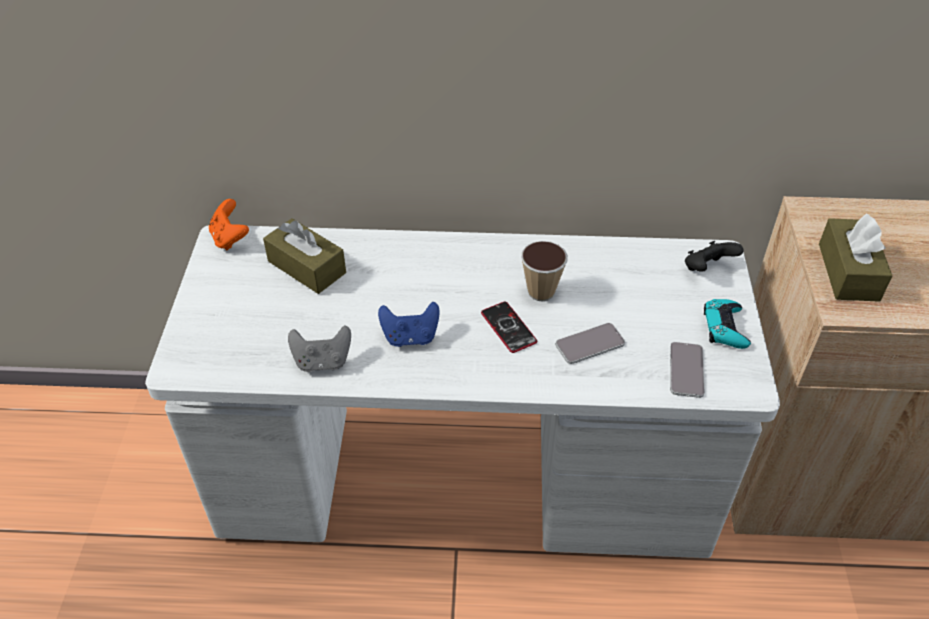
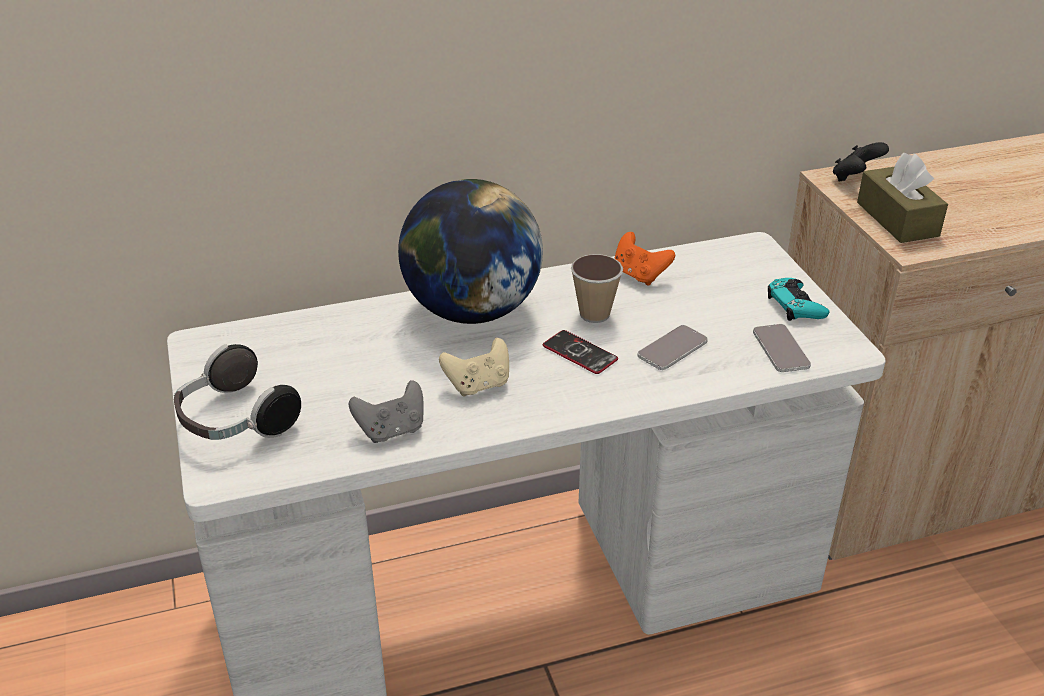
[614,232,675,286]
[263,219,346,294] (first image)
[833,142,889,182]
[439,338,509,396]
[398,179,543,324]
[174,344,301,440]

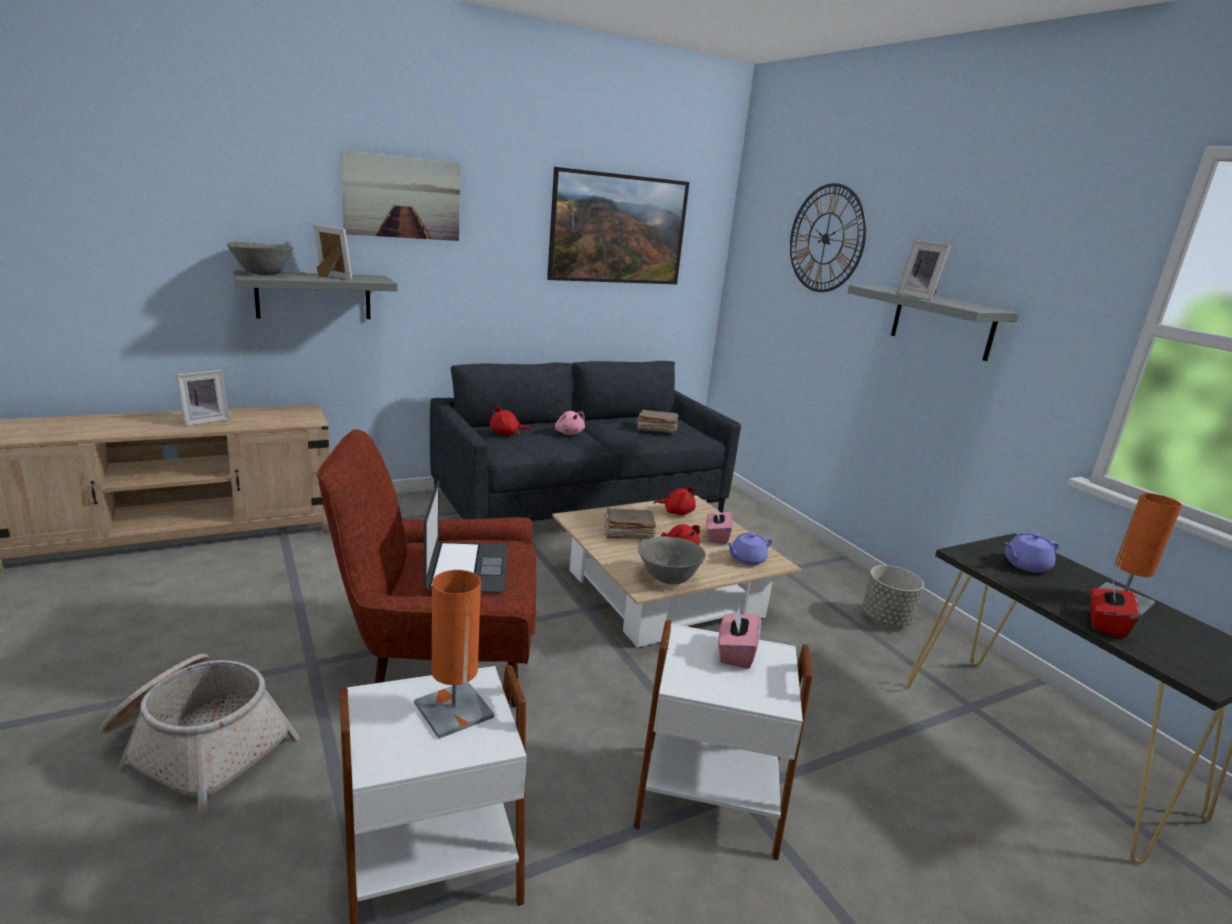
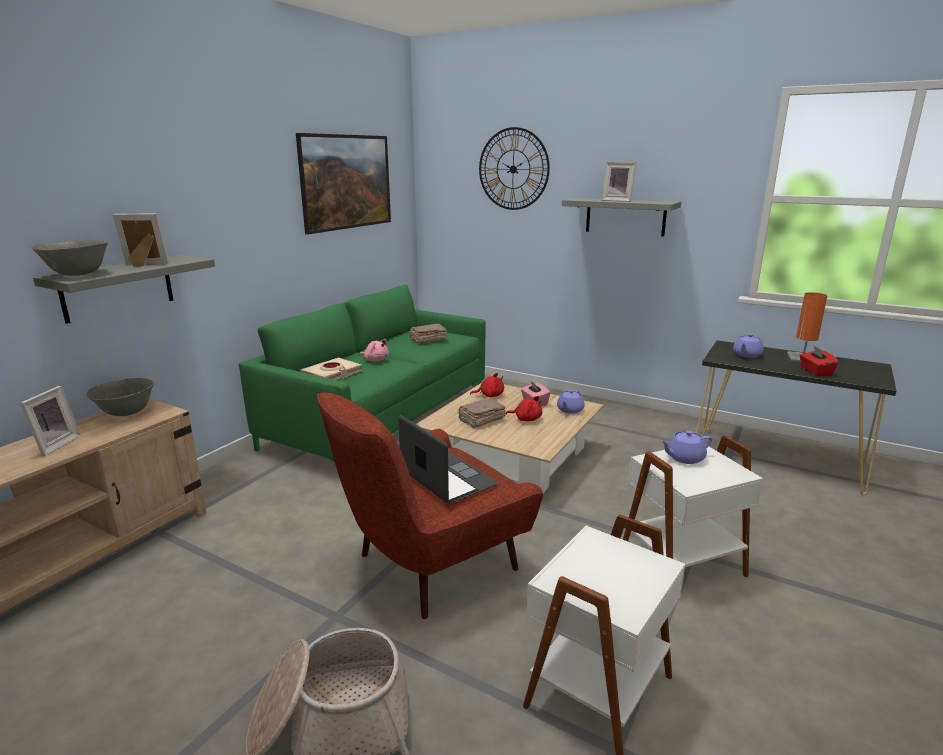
[341,150,460,241] (first image)
[239,285,486,461]
[300,358,362,380]
[86,378,154,416]
[862,565,924,627] (first image)
[414,570,494,739] (first image)
[660,430,712,464]

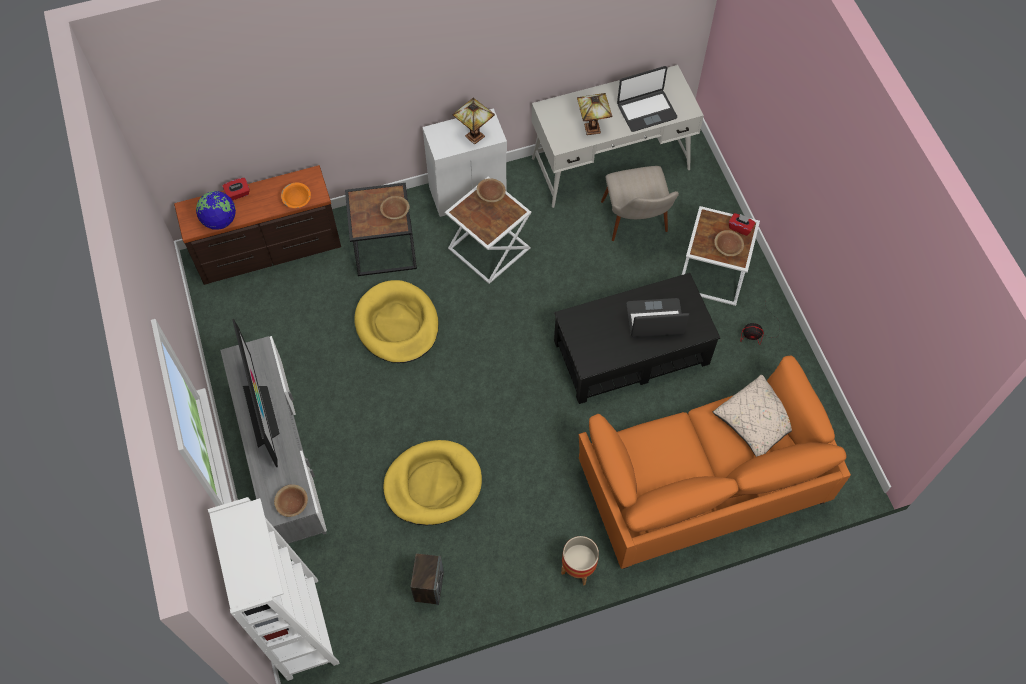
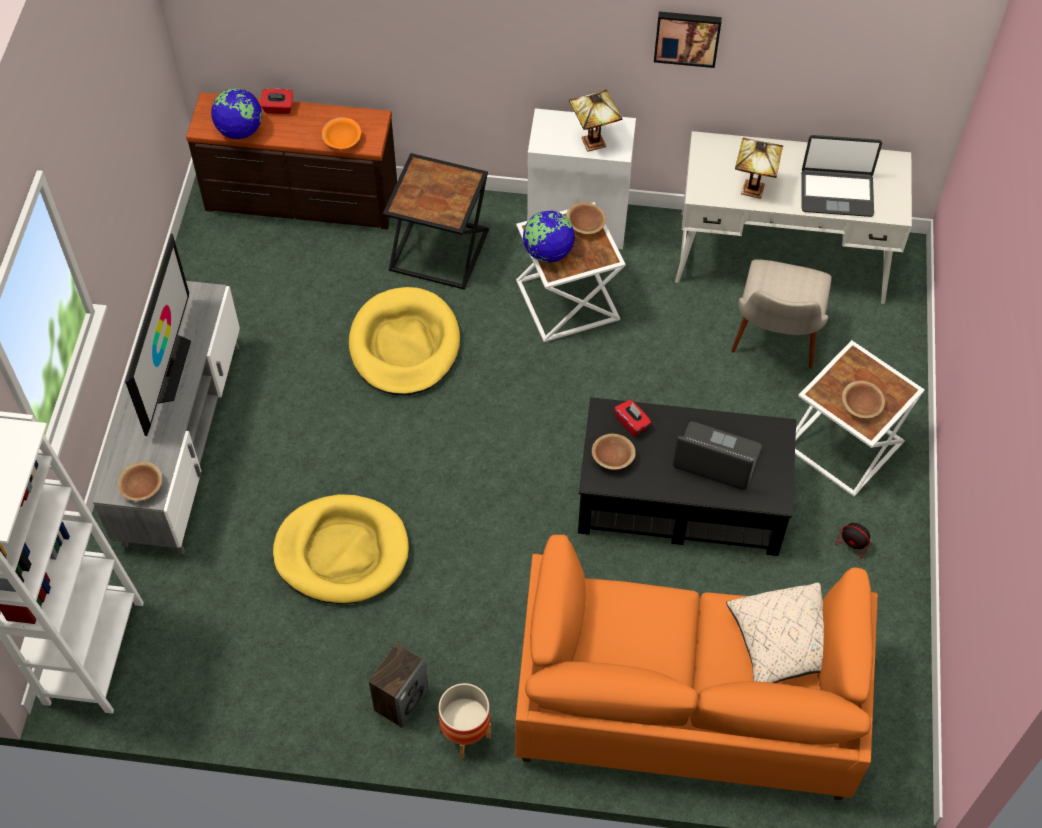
[592,434,636,470]
[614,400,651,436]
[369,644,429,728]
[654,12,722,68]
[523,211,575,263]

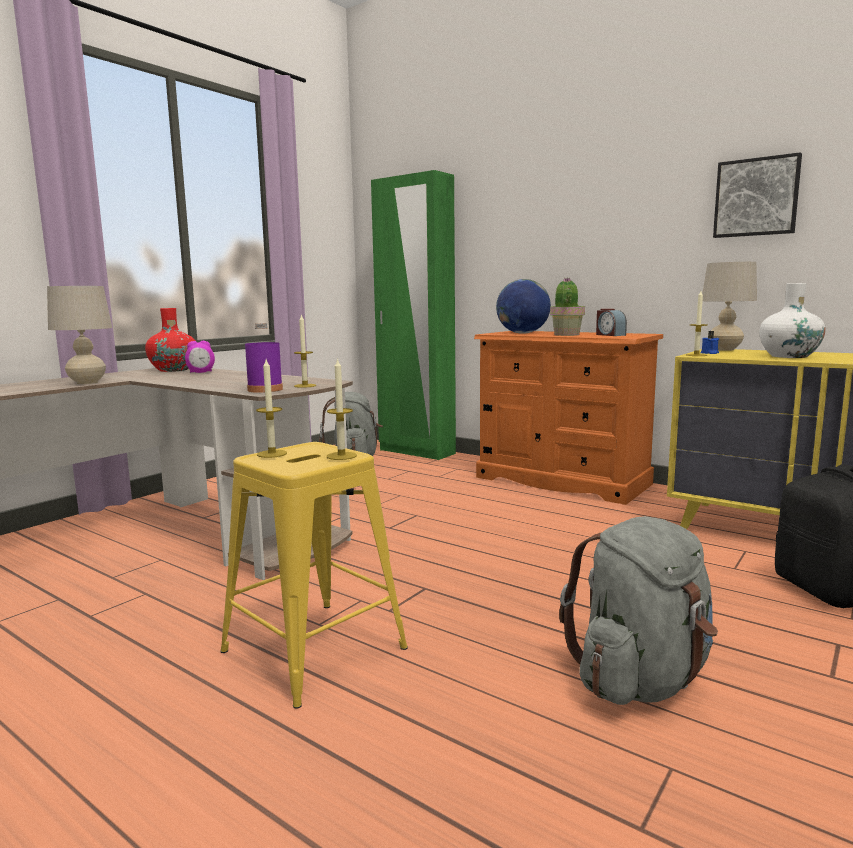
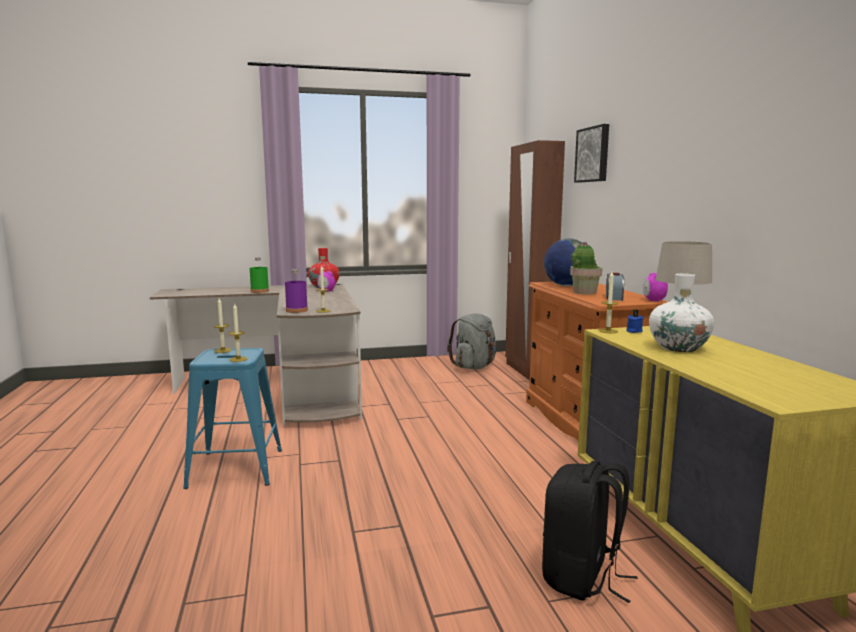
[574,124,609,183]
[505,140,565,381]
[250,257,269,293]
[183,348,282,489]
[559,516,718,705] (first image)
[643,273,668,302]

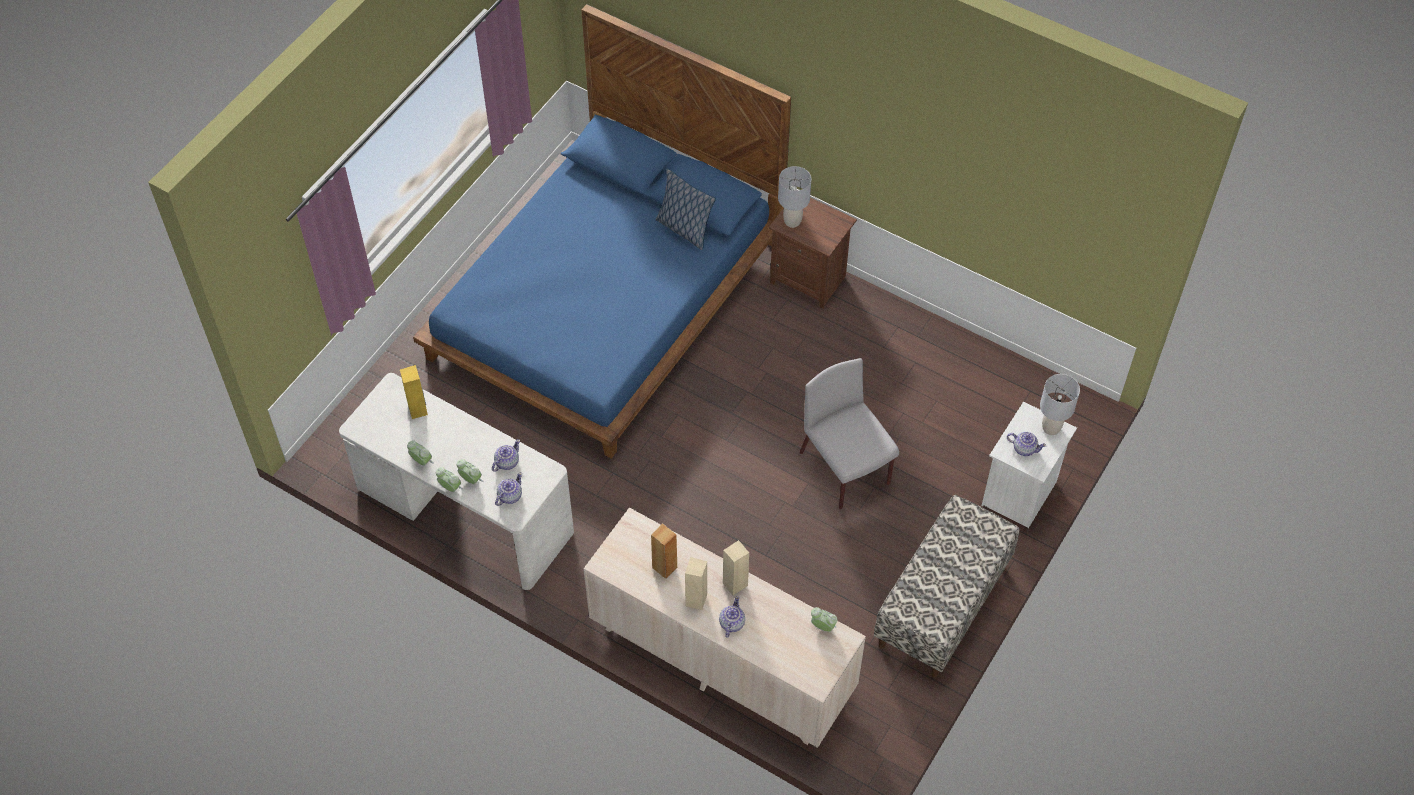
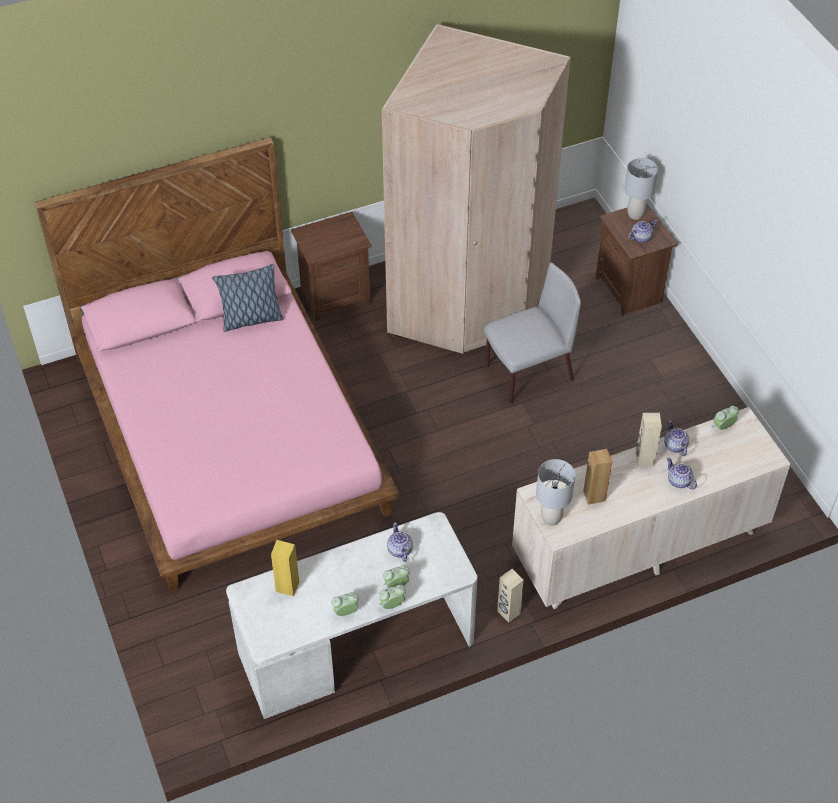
[34,137,399,592]
[536,459,575,525]
[484,263,581,404]
[596,203,678,316]
[664,420,689,456]
[874,495,1020,677] (first image)
[497,569,524,623]
[382,24,571,354]

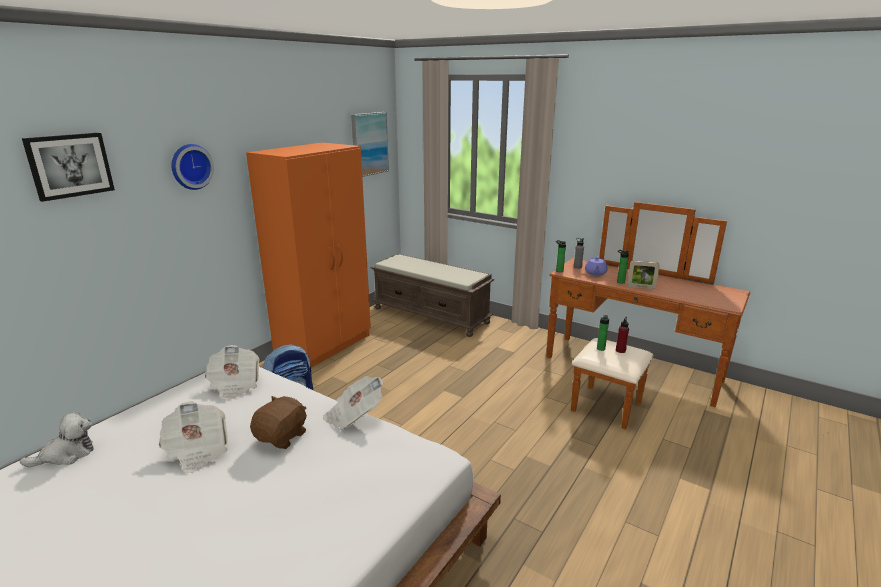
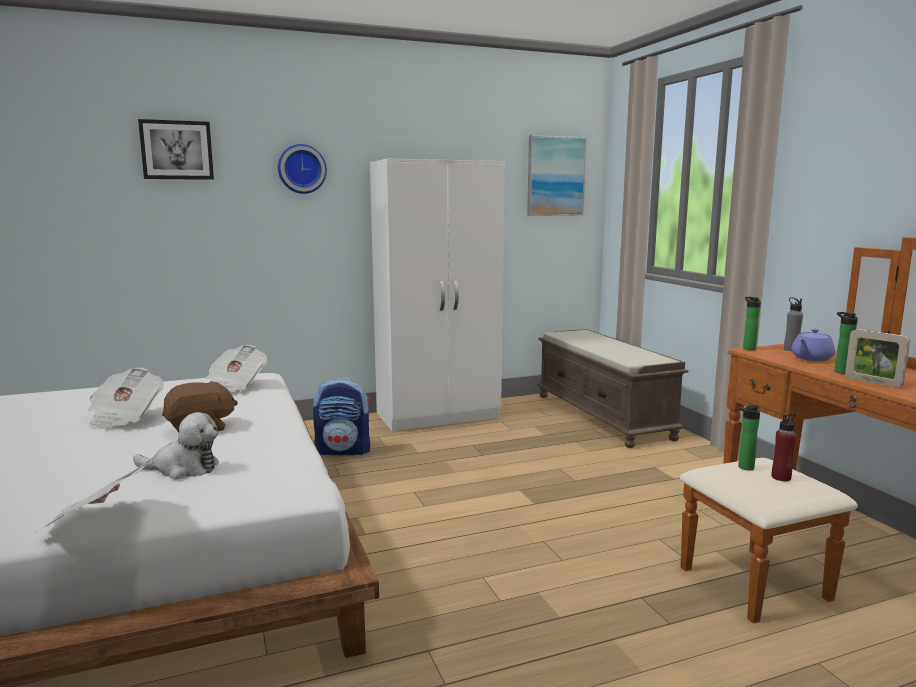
[370,159,505,432]
[43,460,151,528]
[133,412,219,480]

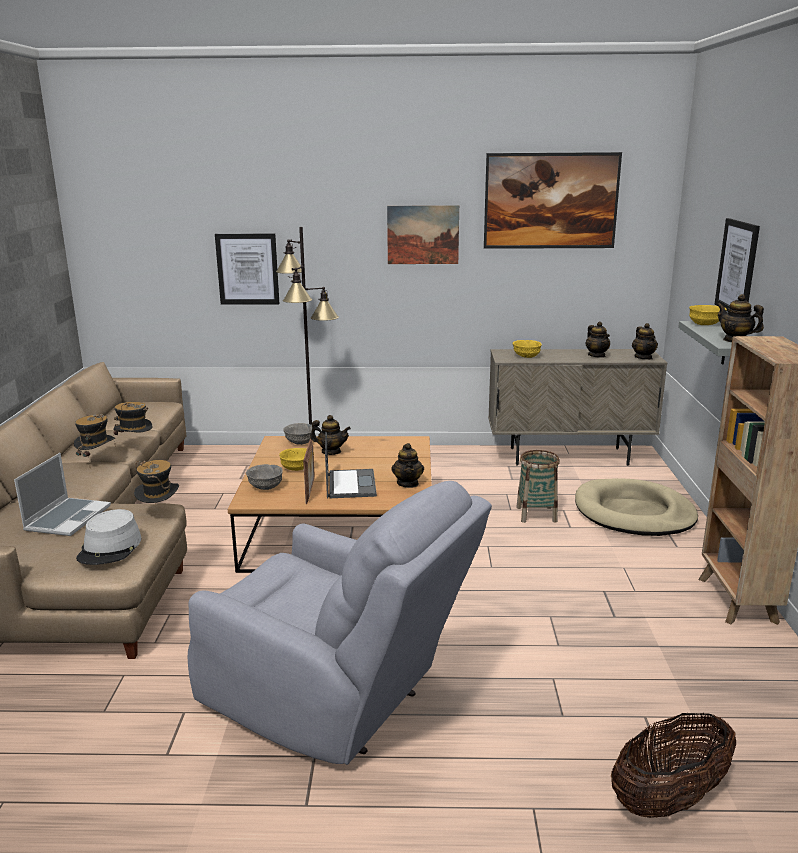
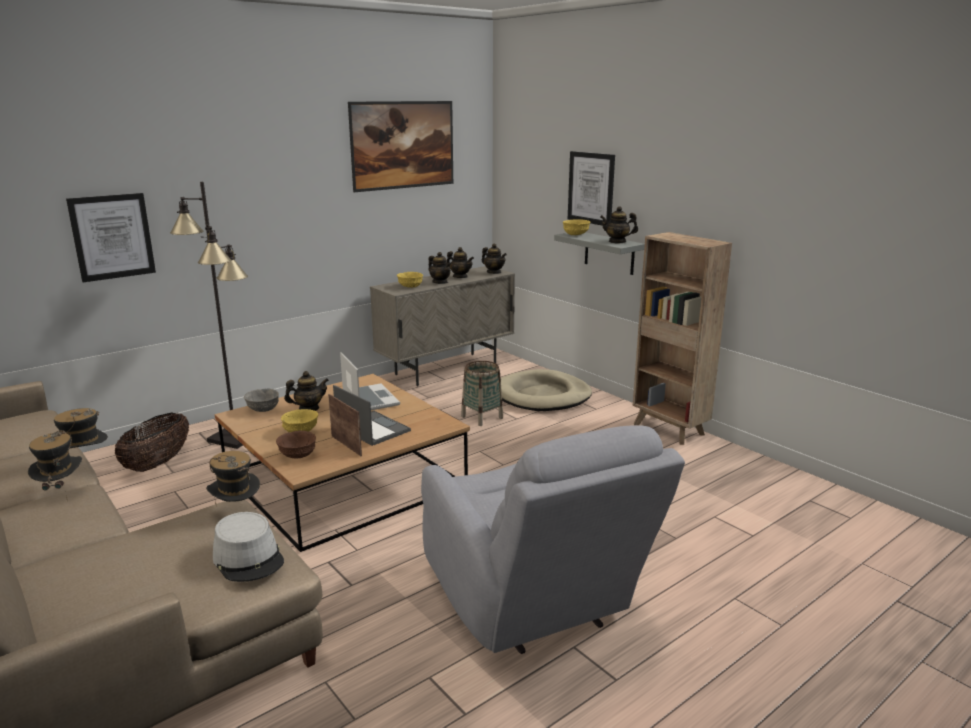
[387,205,459,264] (first image)
[428,252,451,284]
[340,352,400,410]
[276,431,316,458]
[421,425,685,654]
[115,412,189,472]

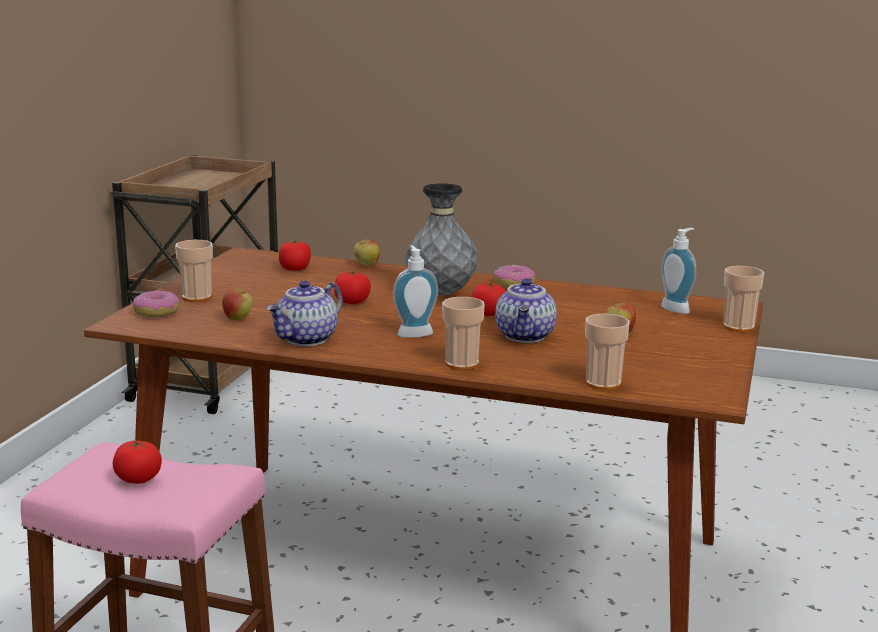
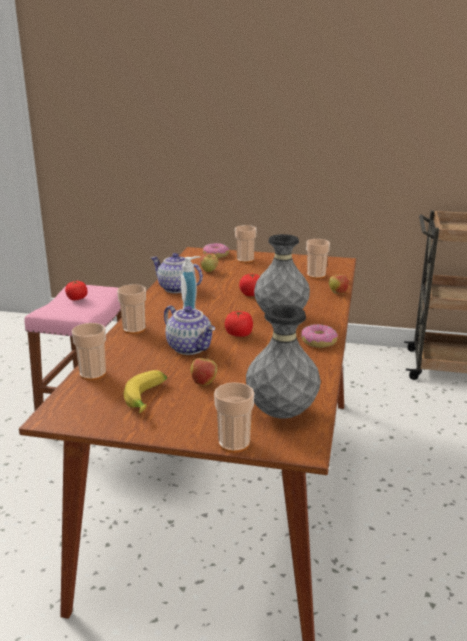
[246,305,321,419]
[306,239,330,279]
[164,305,215,355]
[124,370,167,413]

